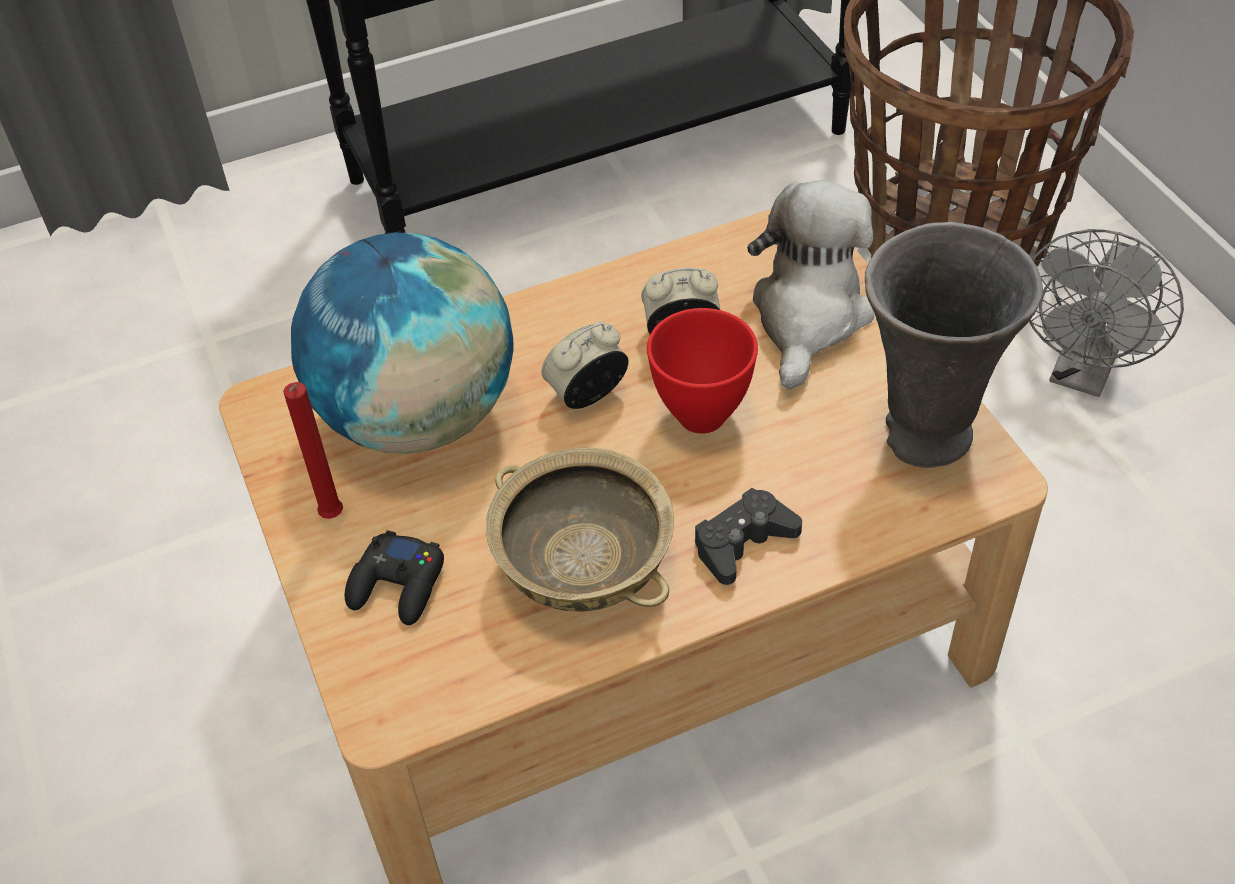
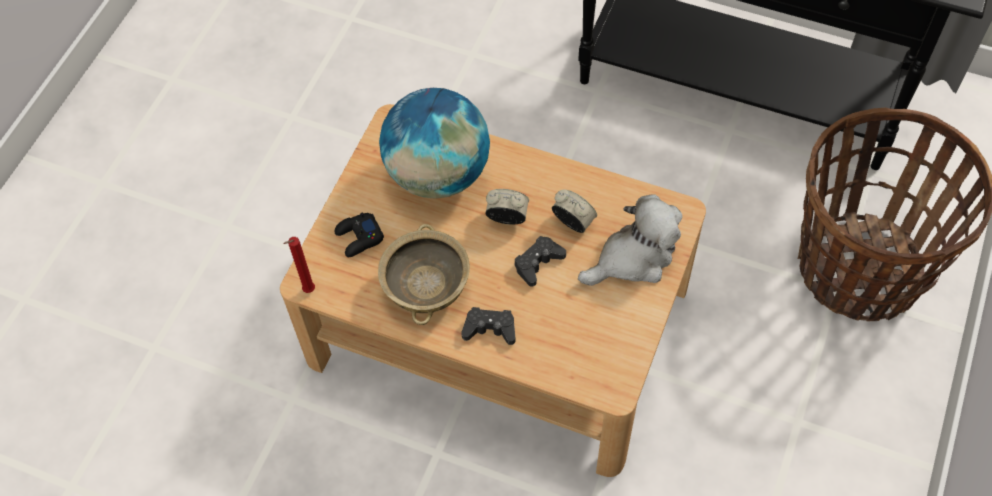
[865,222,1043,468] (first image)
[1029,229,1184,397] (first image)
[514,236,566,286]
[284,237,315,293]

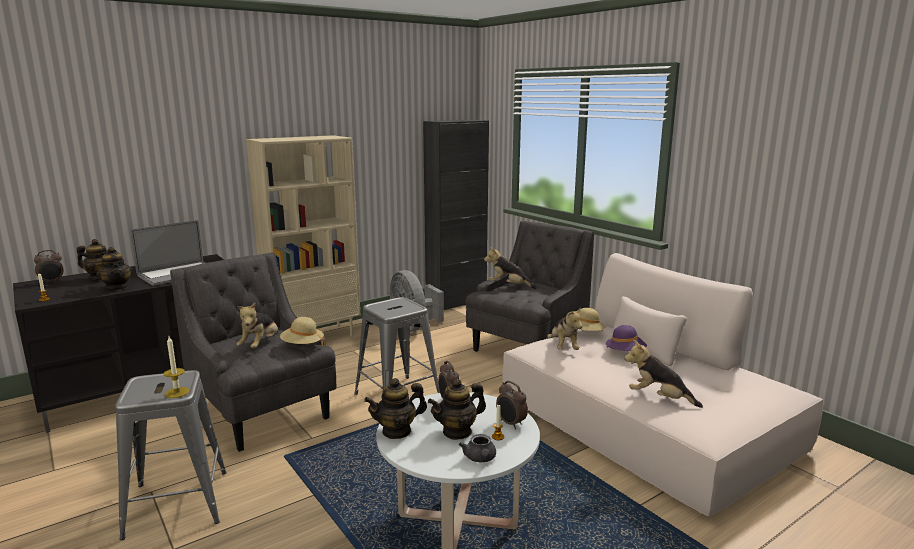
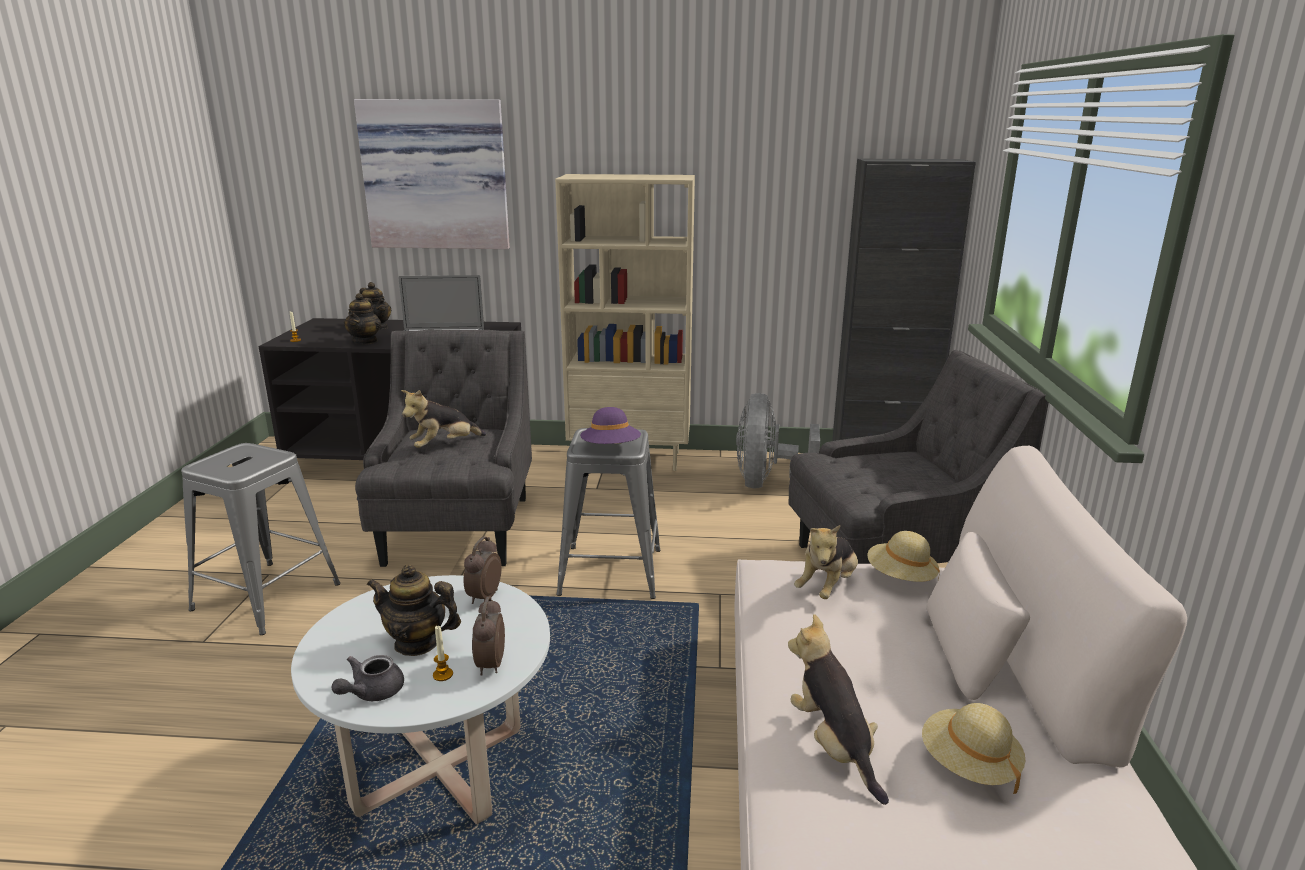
[484,246,537,289] (first image)
[34,250,63,284] (first image)
[922,703,1025,794]
[580,407,641,444]
[163,336,190,398] (first image)
[364,378,427,439] (first image)
[354,99,510,249]

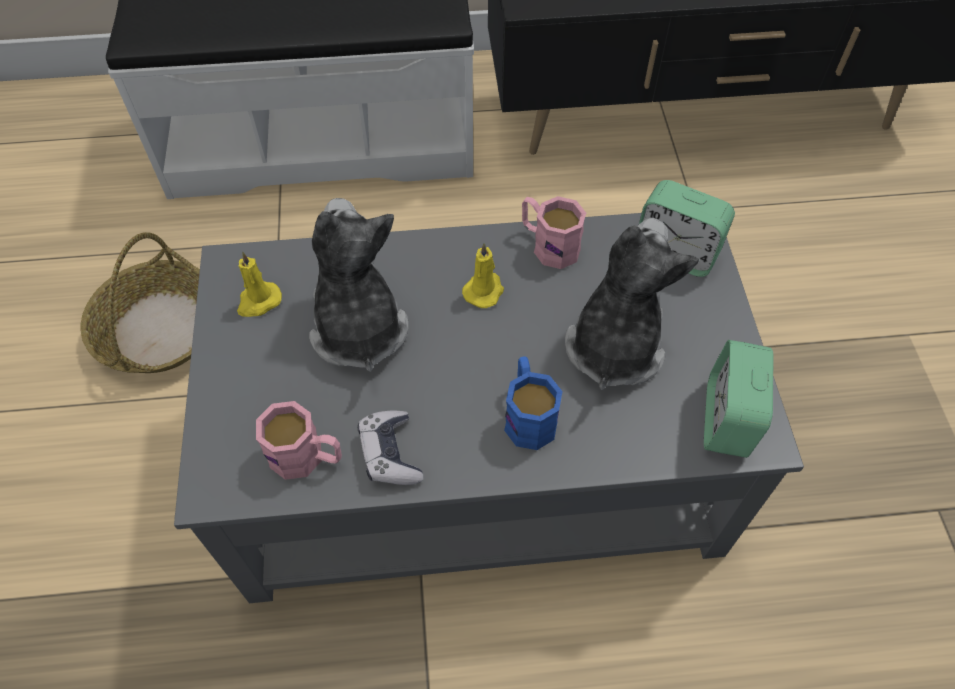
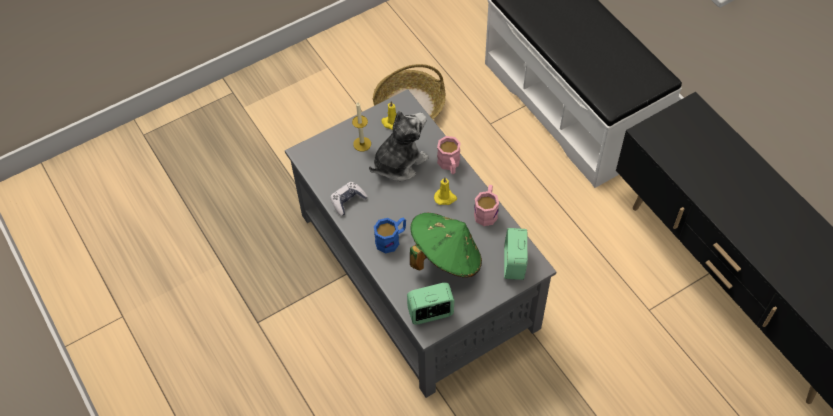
[410,213,482,278]
[437,136,461,174]
[352,102,371,151]

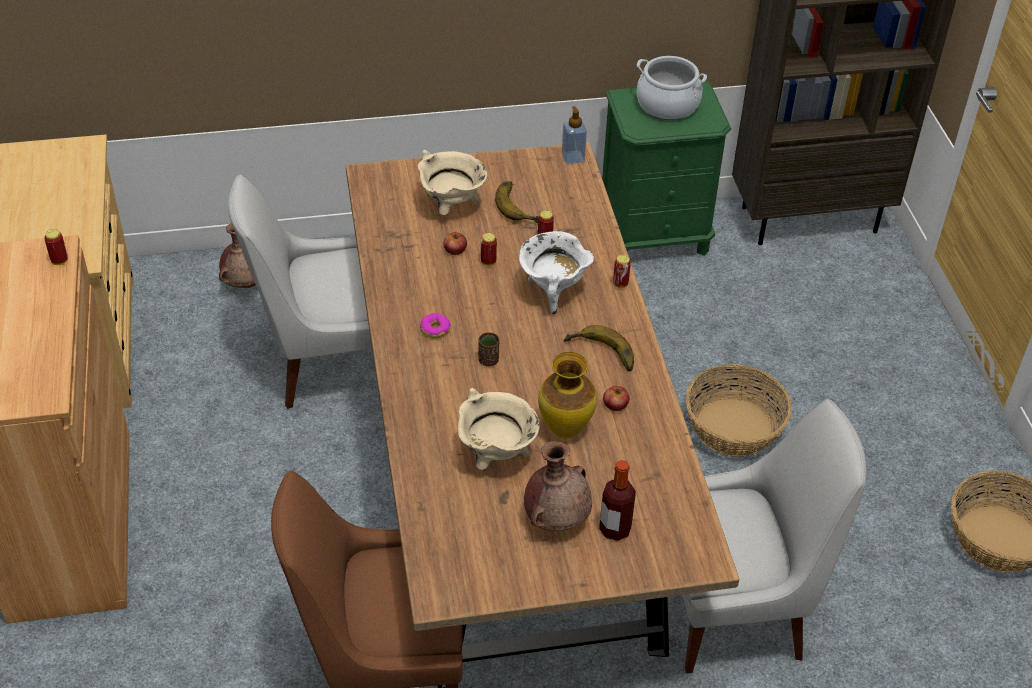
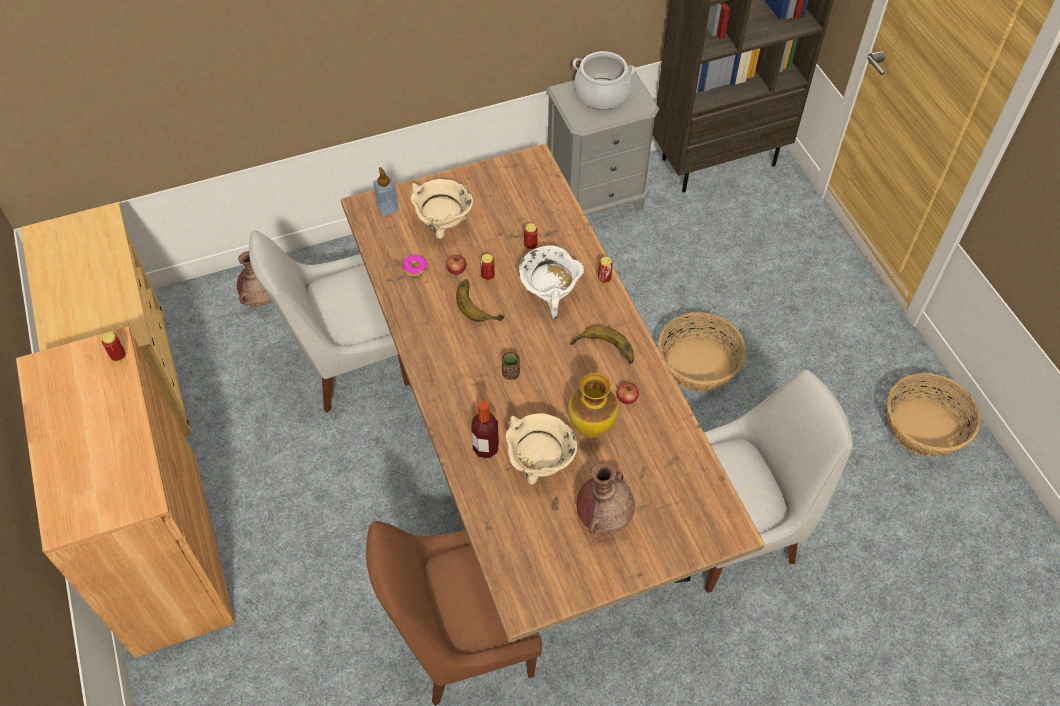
[546,67,659,216]
[373,167,399,216]
[456,279,504,322]
[402,254,427,277]
[471,401,499,458]

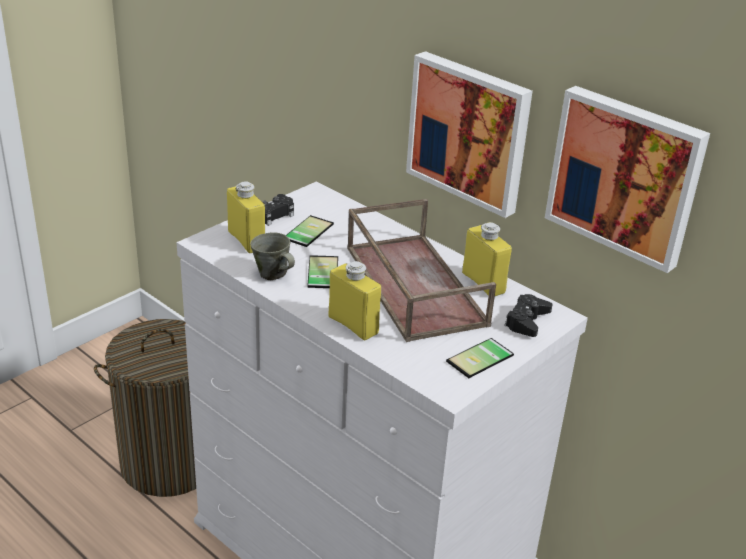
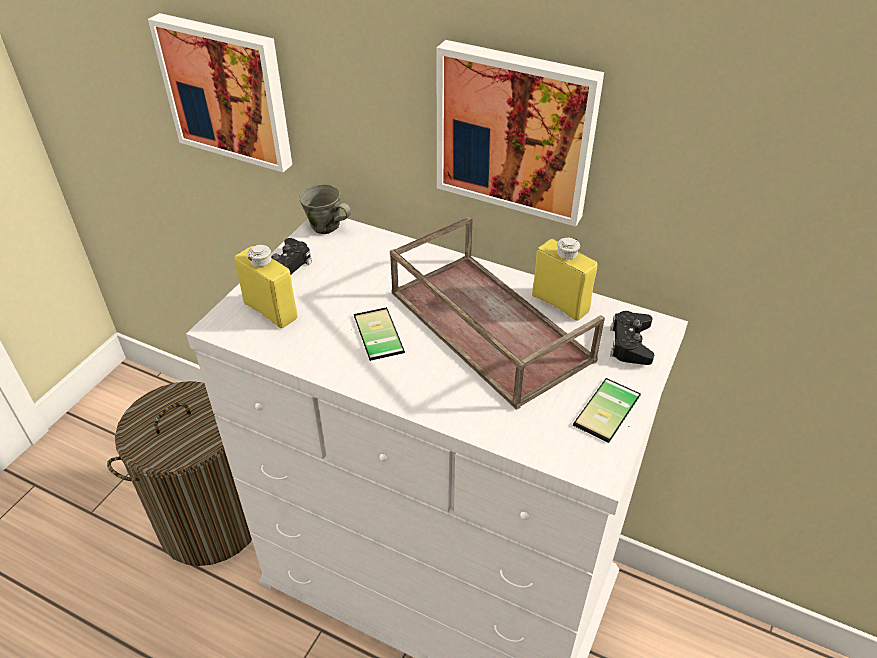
[148,13,292,172]
[286,215,334,247] (first image)
[299,184,351,234]
[329,261,381,340] (first image)

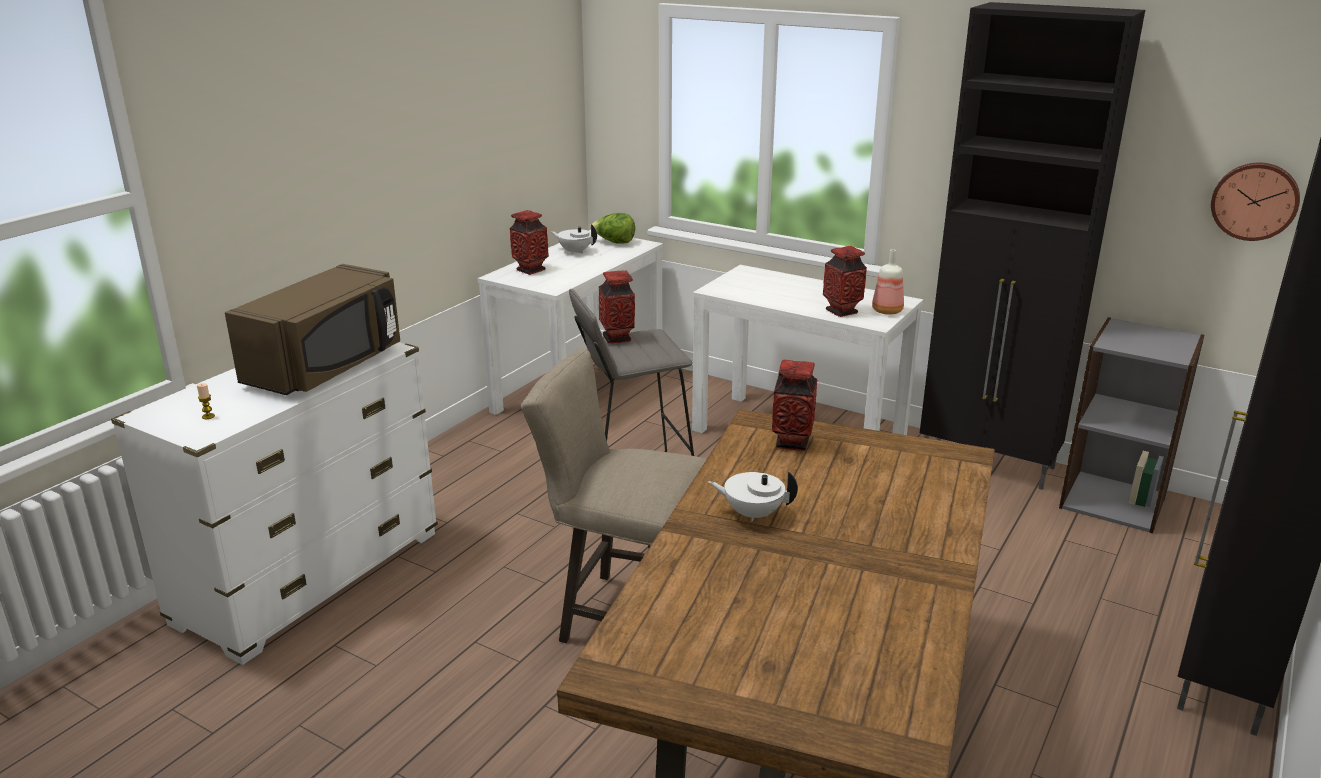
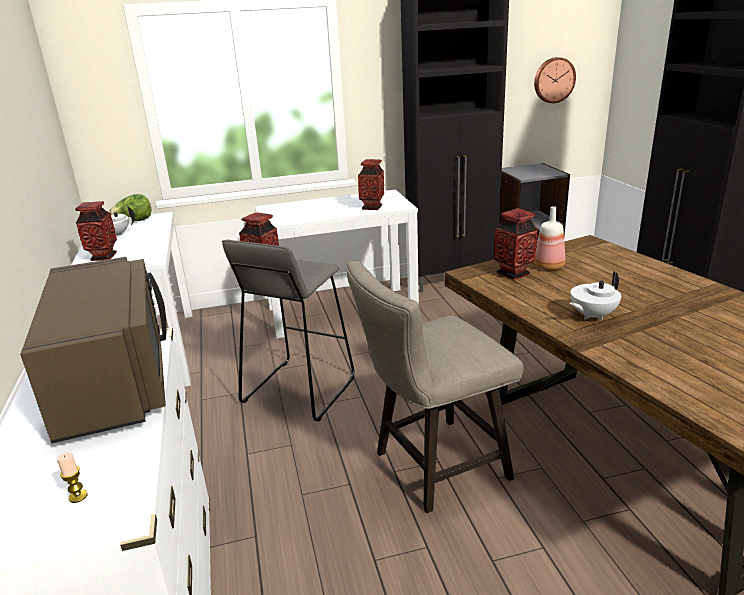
[534,206,565,270]

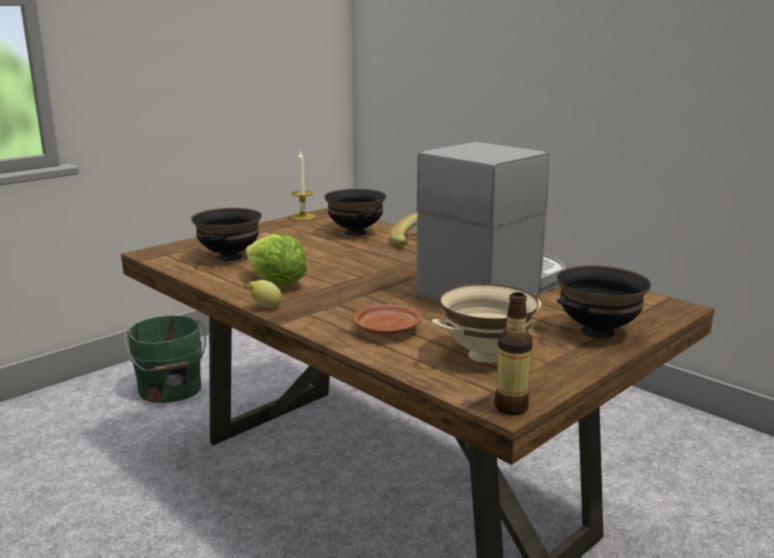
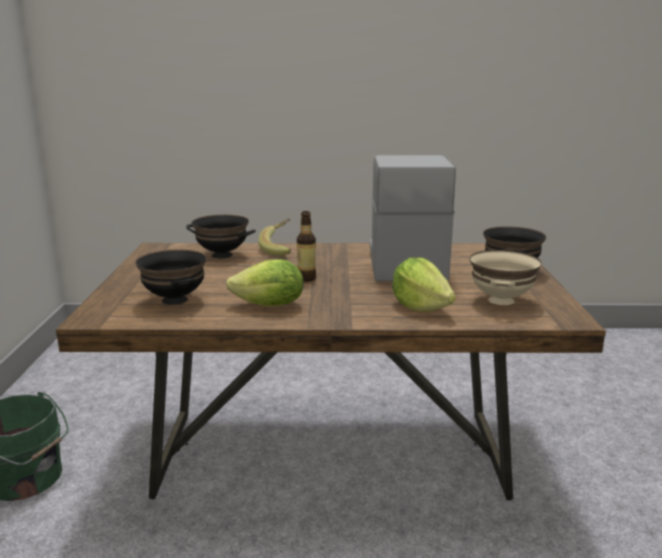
[290,150,315,220] (first image)
[247,280,282,308] (first image)
[297,211,316,282]
[392,257,456,312]

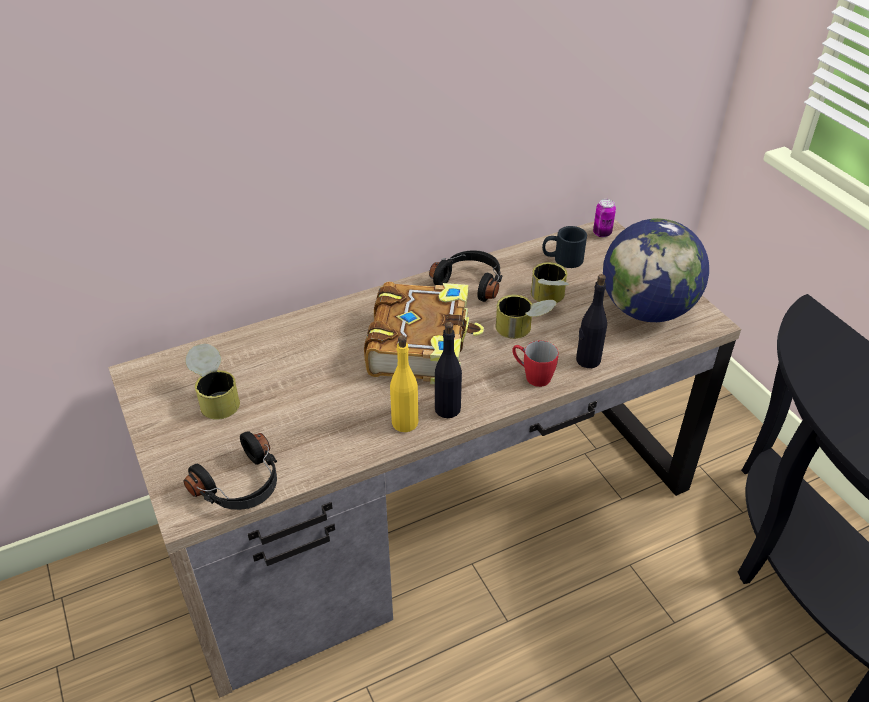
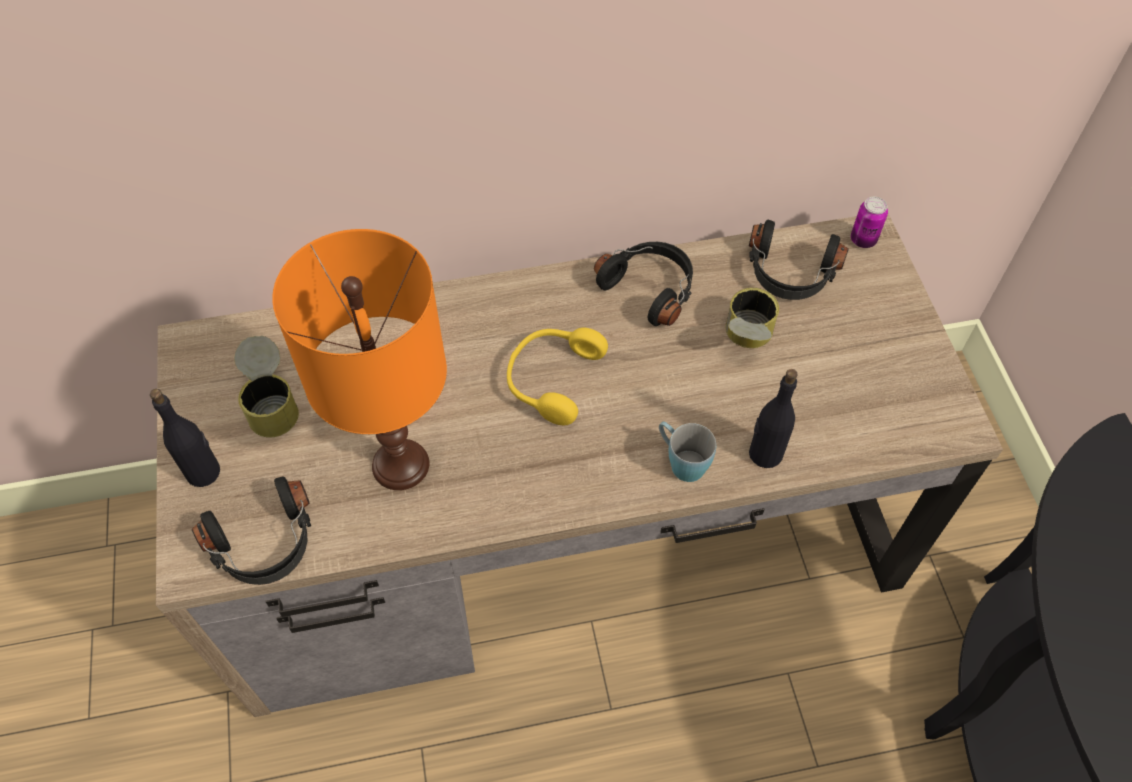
[603,218,709,322] (first image)
[749,220,849,300]
[507,328,608,425]
[495,295,556,339] (first image)
[150,389,220,487]
[390,335,418,432] (first image)
[659,422,717,482]
[272,229,447,490]

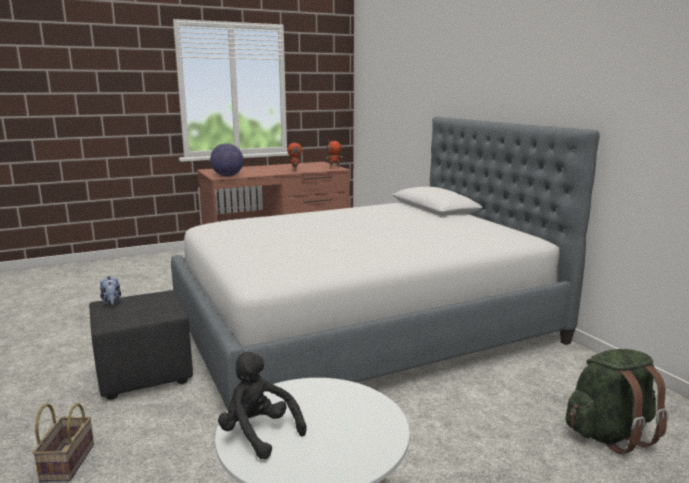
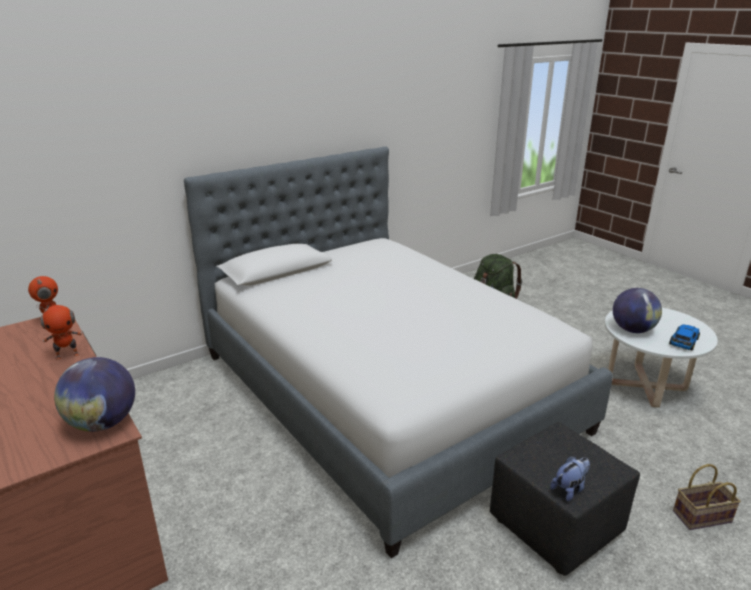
[669,324,700,350]
[613,288,662,333]

